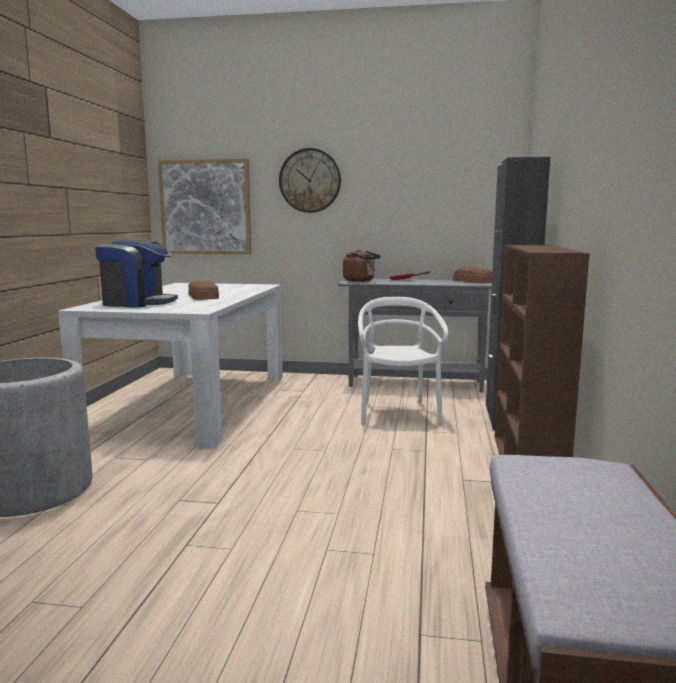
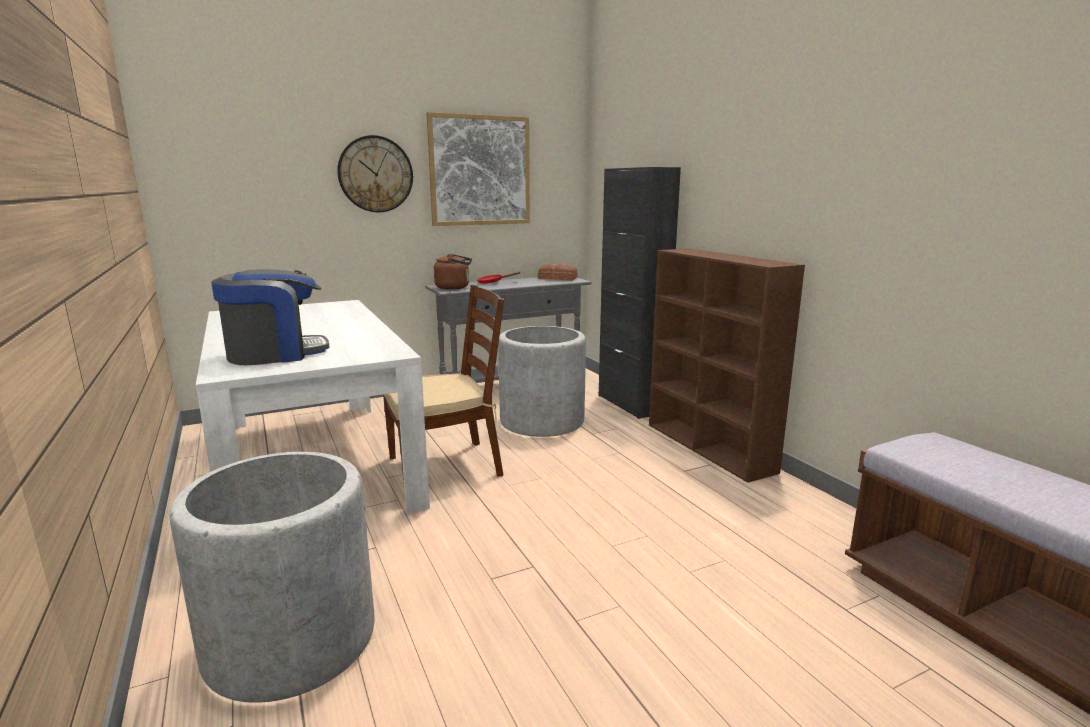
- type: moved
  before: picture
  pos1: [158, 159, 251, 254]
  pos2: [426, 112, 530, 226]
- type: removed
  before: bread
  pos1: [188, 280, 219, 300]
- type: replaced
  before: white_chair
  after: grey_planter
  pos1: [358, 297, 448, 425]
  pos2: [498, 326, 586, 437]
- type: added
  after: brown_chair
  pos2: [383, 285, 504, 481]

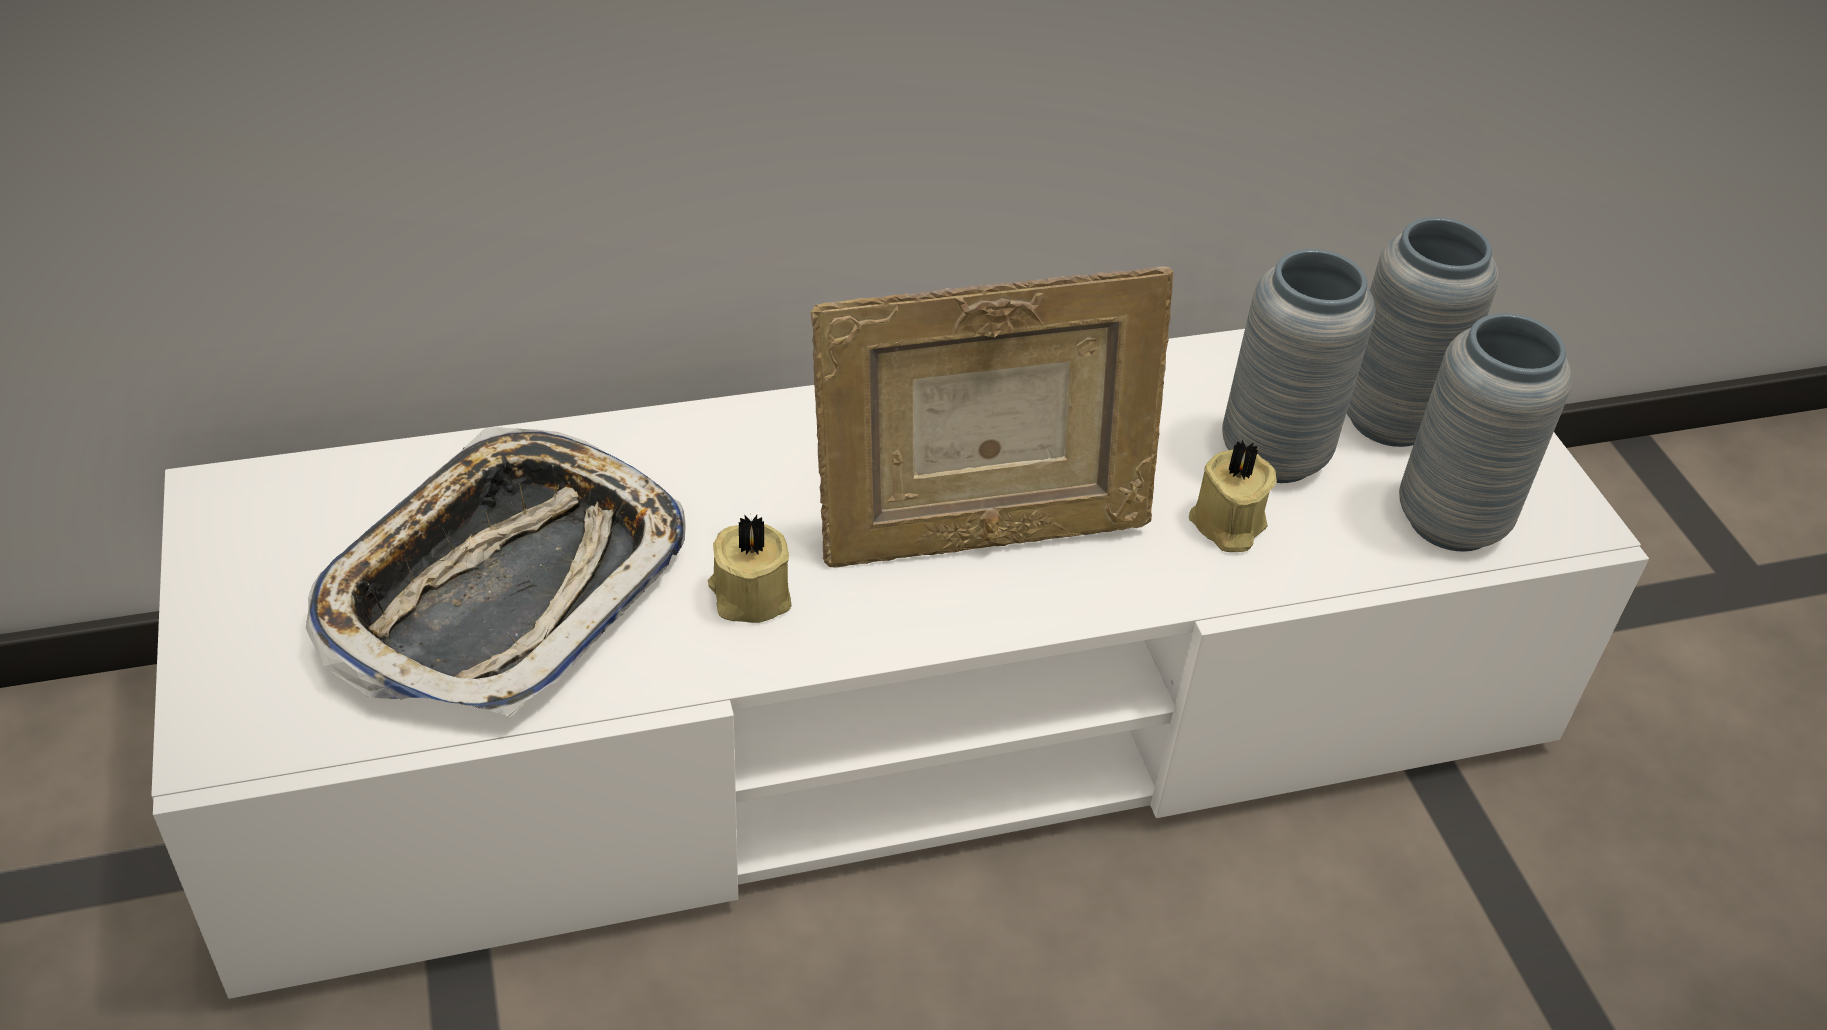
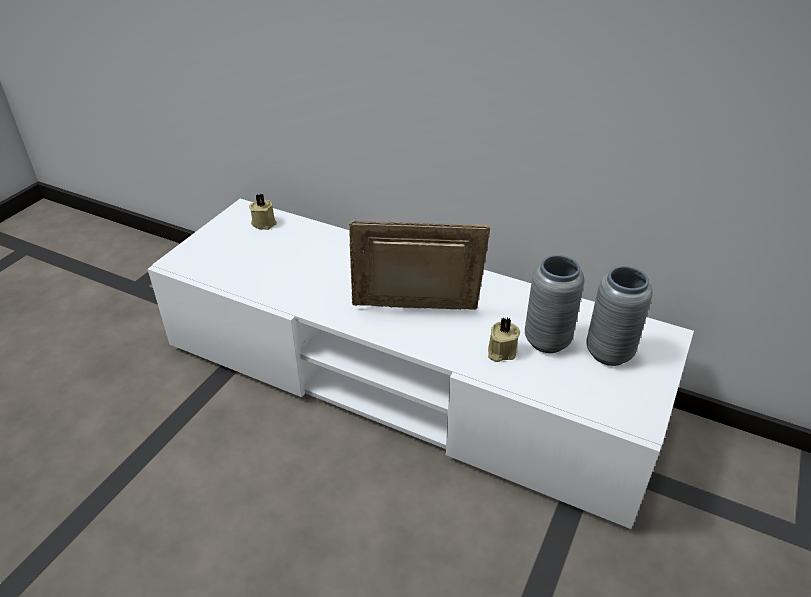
- type: removed
  before: tray
  pos1: [306, 427, 685, 717]
- type: moved
  before: beige_candle
  pos1: [708, 515, 792, 623]
  pos2: [249, 194, 277, 230]
- type: turned
  before: picture_frame
  pos1: [811, 266, 1173, 567]
  pos2: [349, 220, 490, 310]
  turn: 150
- type: removed
  before: grey_vase
  pos1: [1399, 313, 1572, 552]

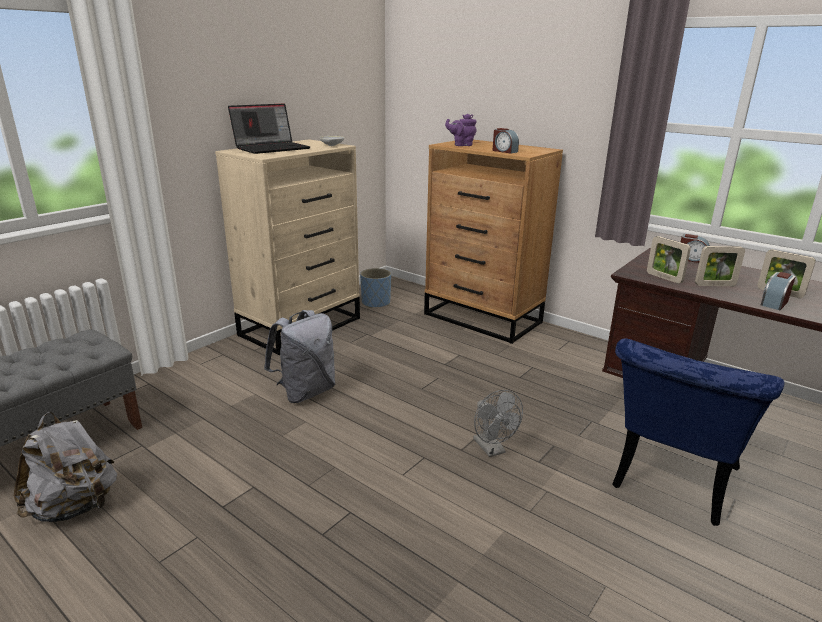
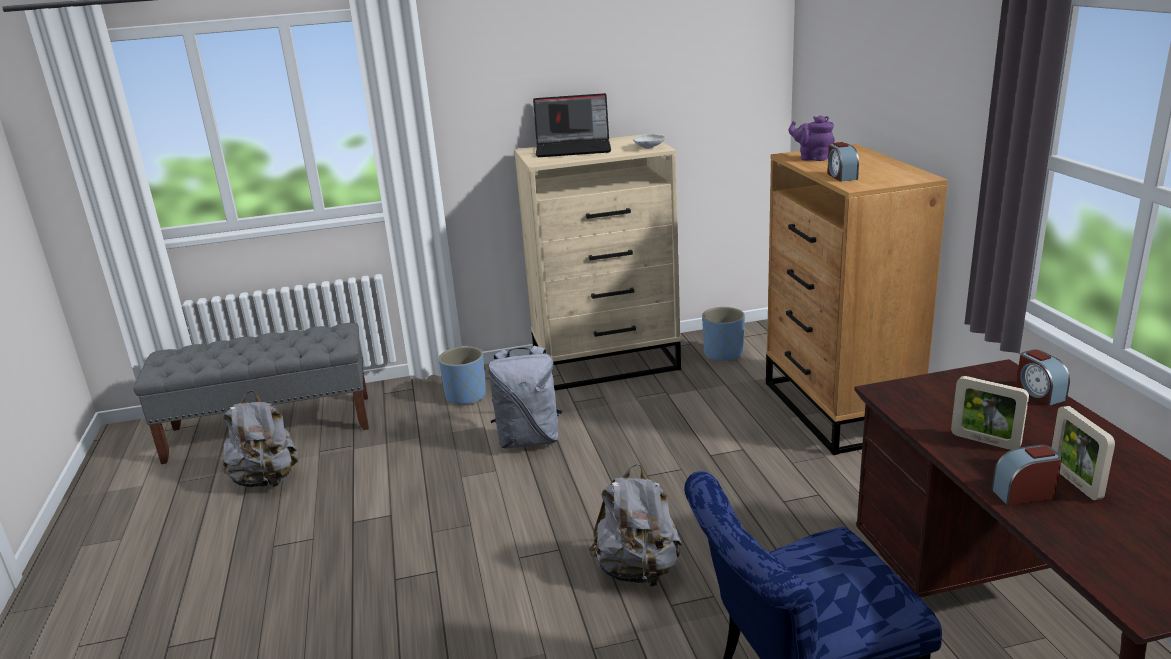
- type: replaced
  before: grey_fan
  after: grey_backpack
  pos1: [473, 390, 523, 457]
  pos2: [589, 464, 682, 587]
- type: removed
  before: picture_frame
  pos1: [647, 236, 691, 283]
- type: added
  after: blue_planter
  pos2: [438, 346, 486, 405]

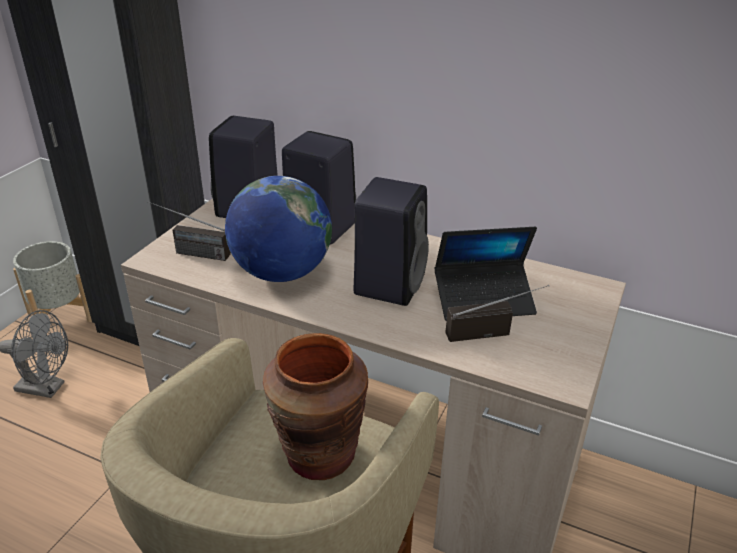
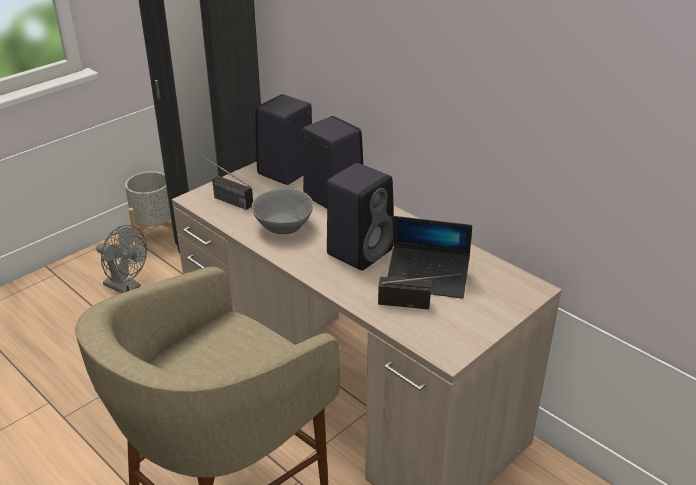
- type: replaced
  before: globe
  after: grey_bowl
  pos1: [225, 176, 332, 282]
  pos2: [251, 188, 314, 234]
- type: removed
  before: brown_vase
  pos1: [263, 333, 368, 480]

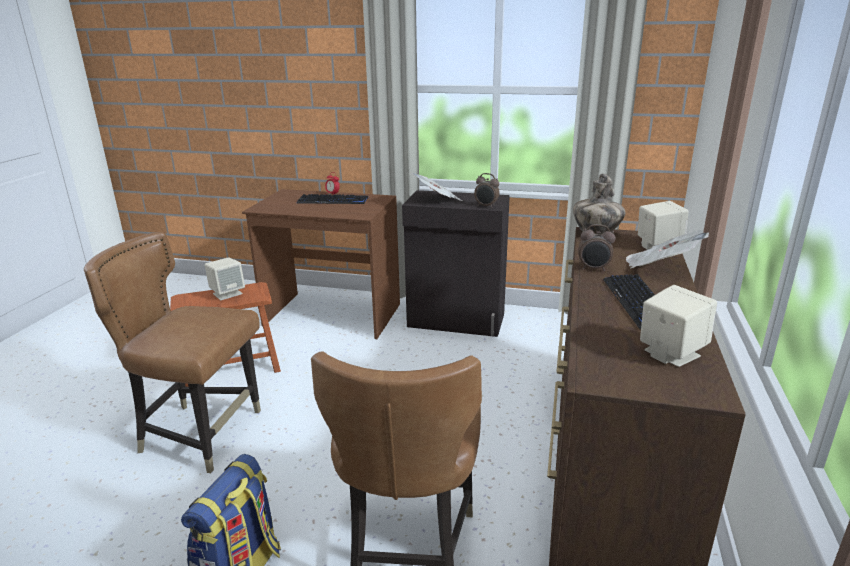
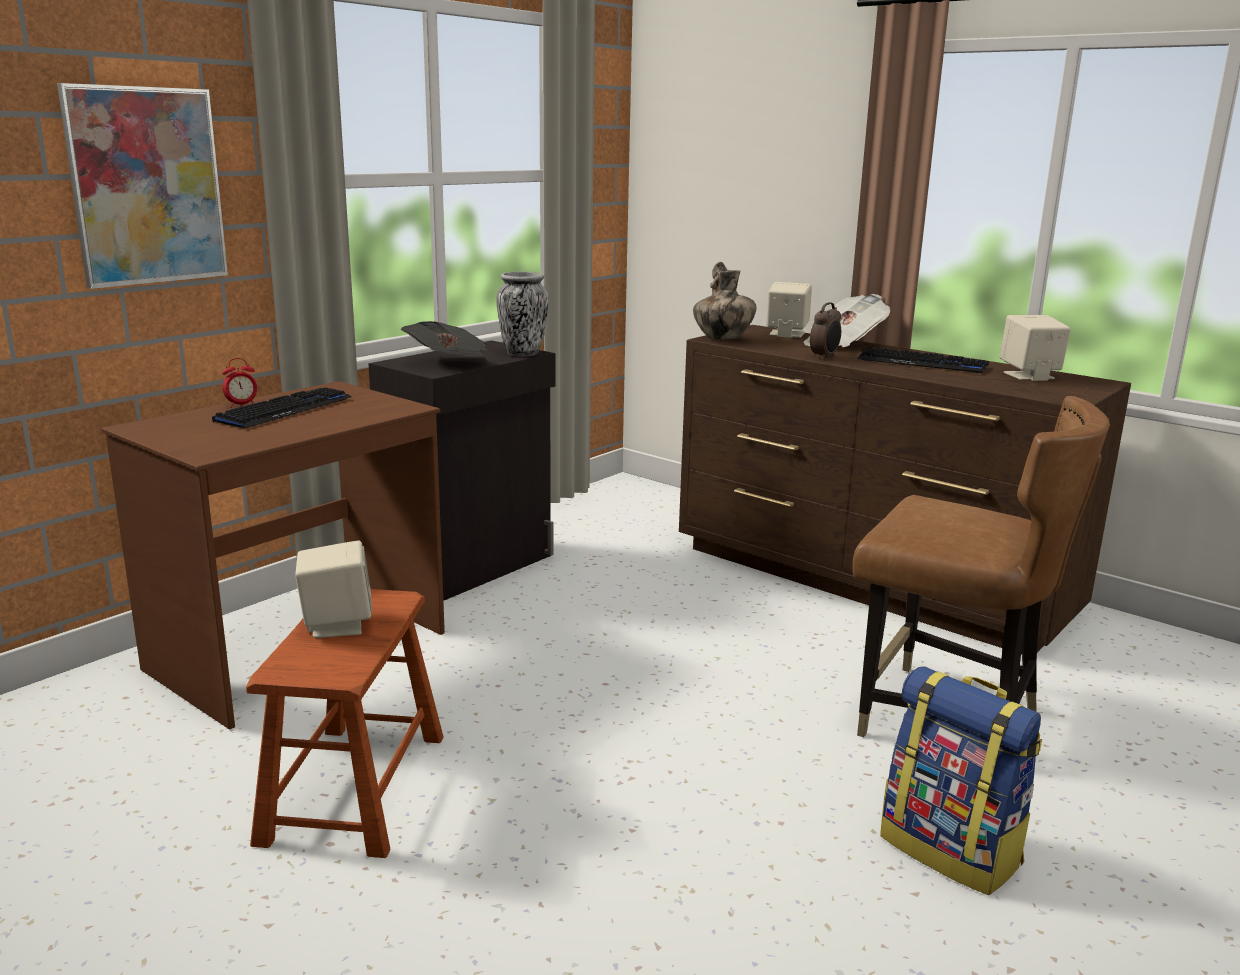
- type: removed
  before: brown_chair
  pos1: [84, 232, 261, 473]
- type: replaced
  before: alarm_clock
  after: vase
  pos1: [474, 173, 500, 208]
  pos2: [496, 272, 549, 357]
- type: added
  after: picture
  pos2: [57, 83, 228, 289]

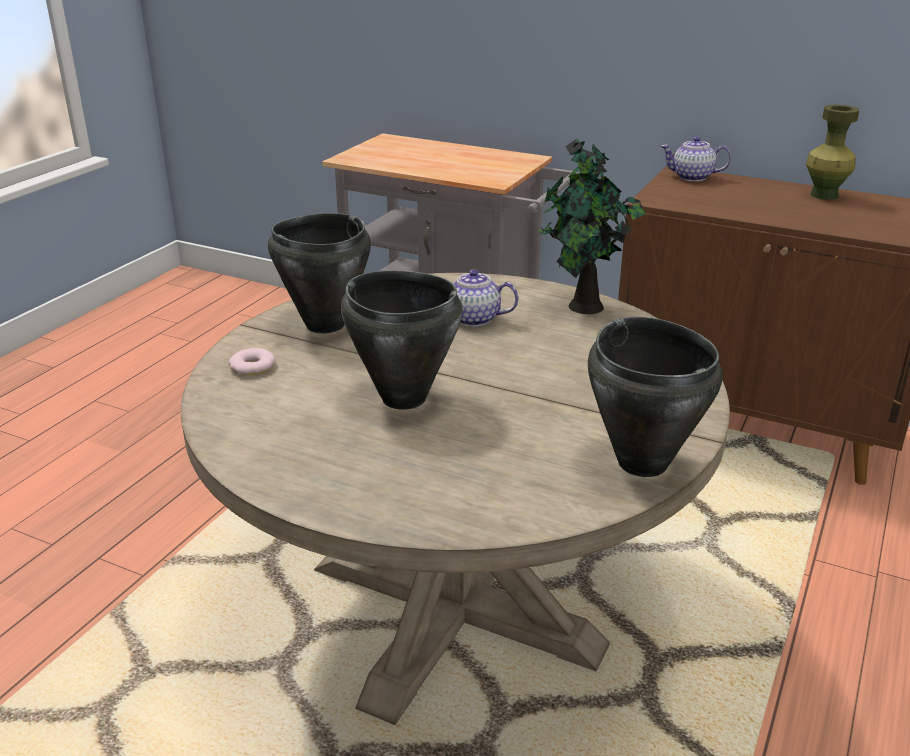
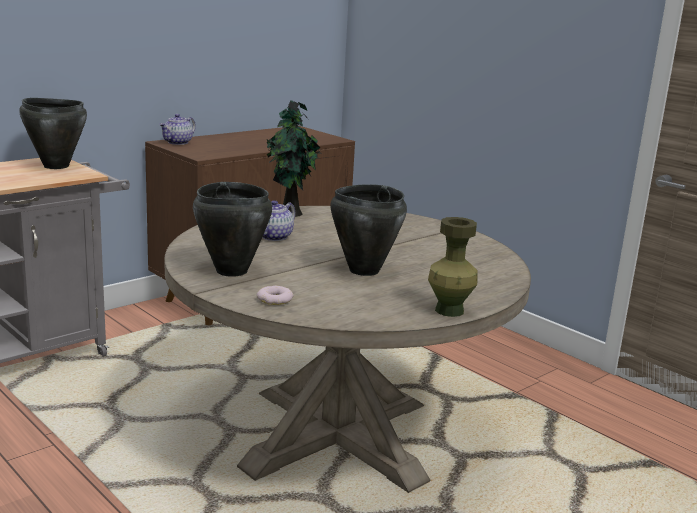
- type: moved
  before: black_cooking_pot
  pos1: [588, 317, 722, 477]
  pos2: [19, 98, 87, 169]
- type: moved
  before: green_vase
  pos1: [806, 104, 859, 200]
  pos2: [428, 217, 478, 317]

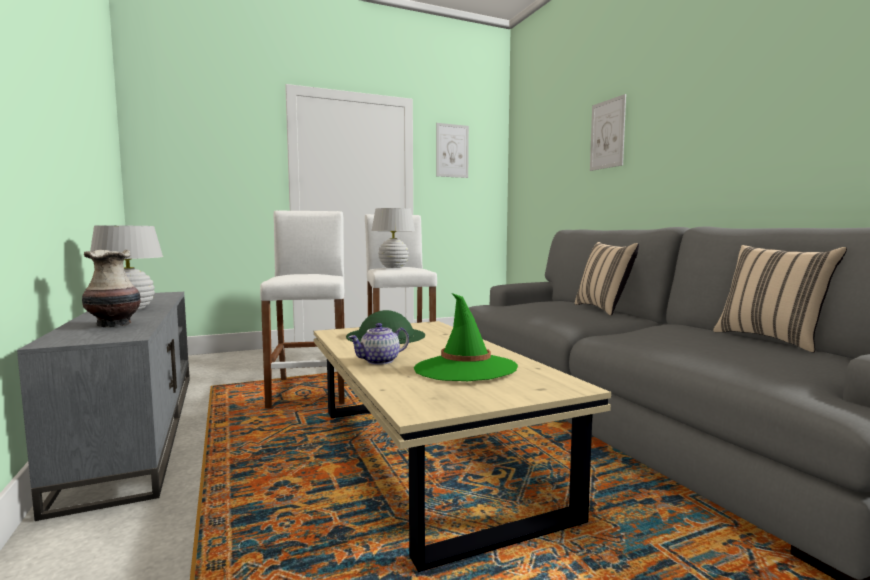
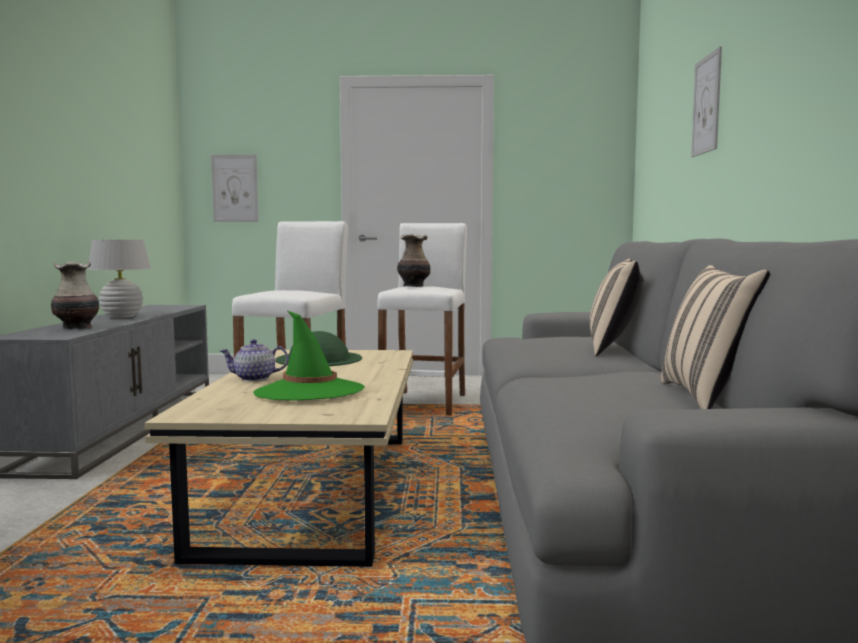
- type: replaced
  before: white_table_lamp
  after: vase
  pos1: [371, 208, 415, 268]
  pos2: [397, 235, 431, 287]
- type: moved
  before: picture
  pos1: [436, 123, 469, 178]
  pos2: [211, 155, 259, 222]

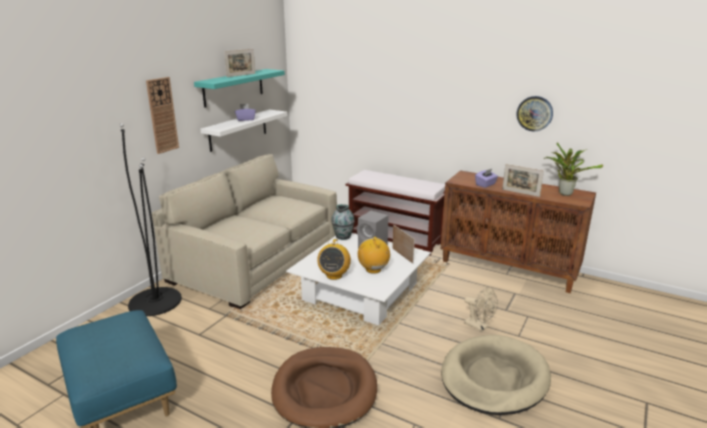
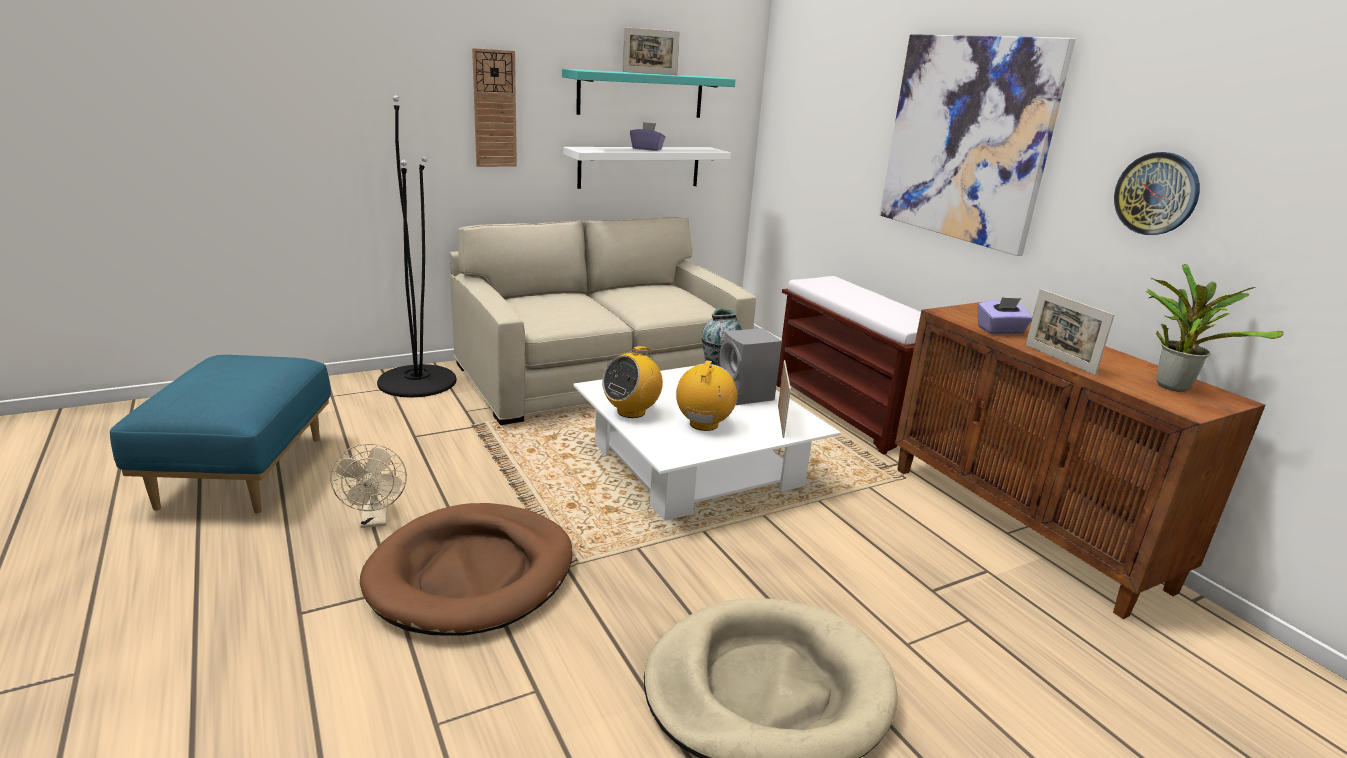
- type: moved
  before: beige_fan
  pos1: [464, 287, 498, 332]
  pos2: [330, 443, 407, 528]
- type: added
  after: picture
  pos2: [880, 34, 1076, 256]

